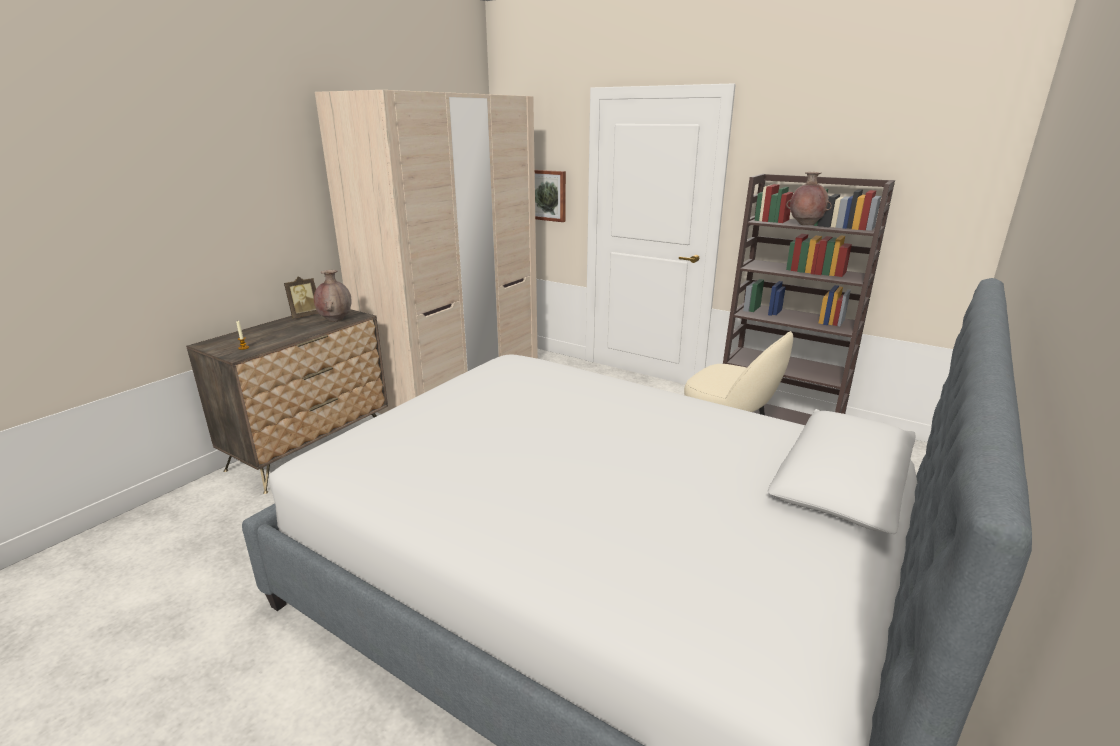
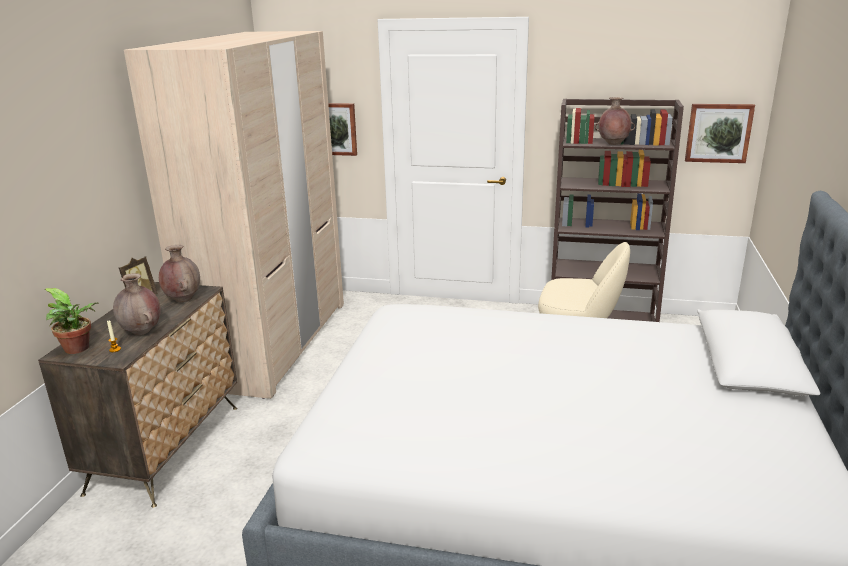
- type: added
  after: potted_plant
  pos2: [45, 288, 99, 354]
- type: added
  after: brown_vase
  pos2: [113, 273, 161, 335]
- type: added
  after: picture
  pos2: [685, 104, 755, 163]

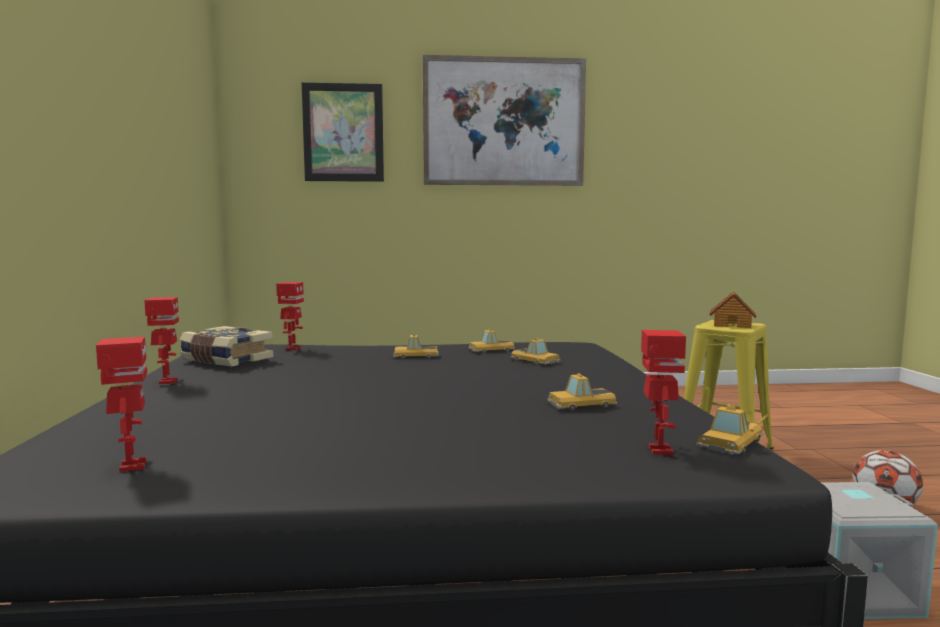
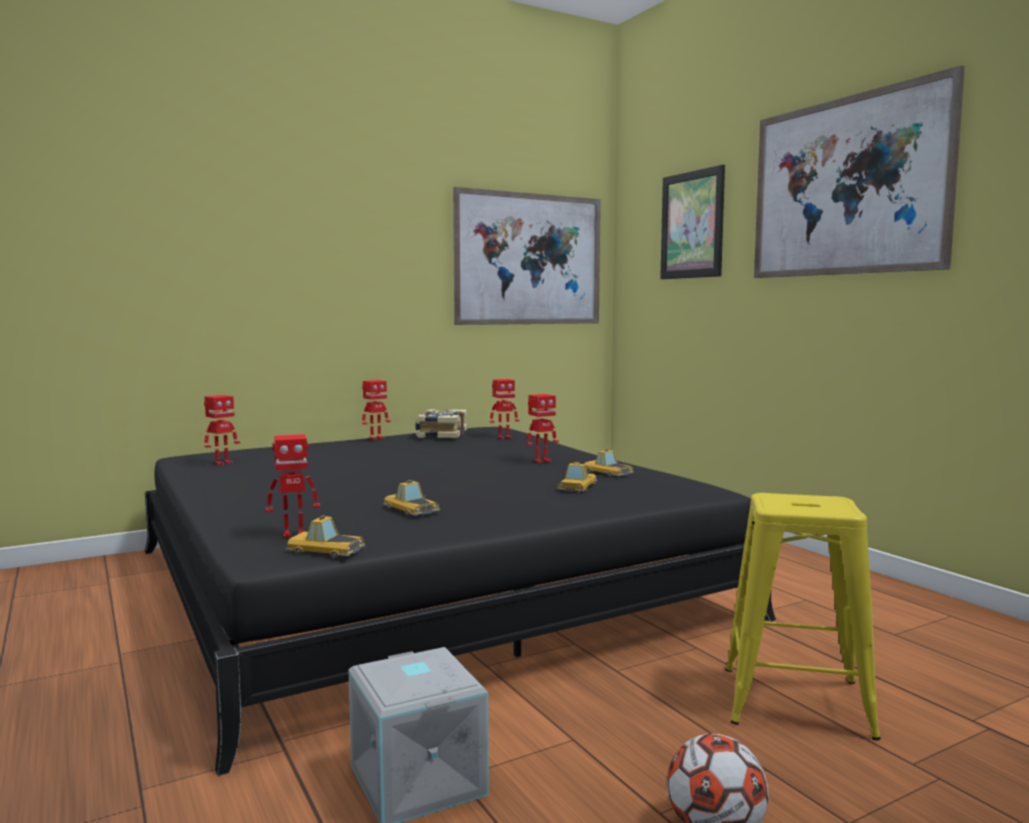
- type: replaced
  before: toy_car
  after: toy_robot
  pos1: [392, 334, 439, 359]
  pos2: [527, 394, 559, 463]
- type: removed
  before: toy_house
  pos1: [709, 291, 757, 328]
- type: added
  after: picture
  pos2: [453, 187, 601, 325]

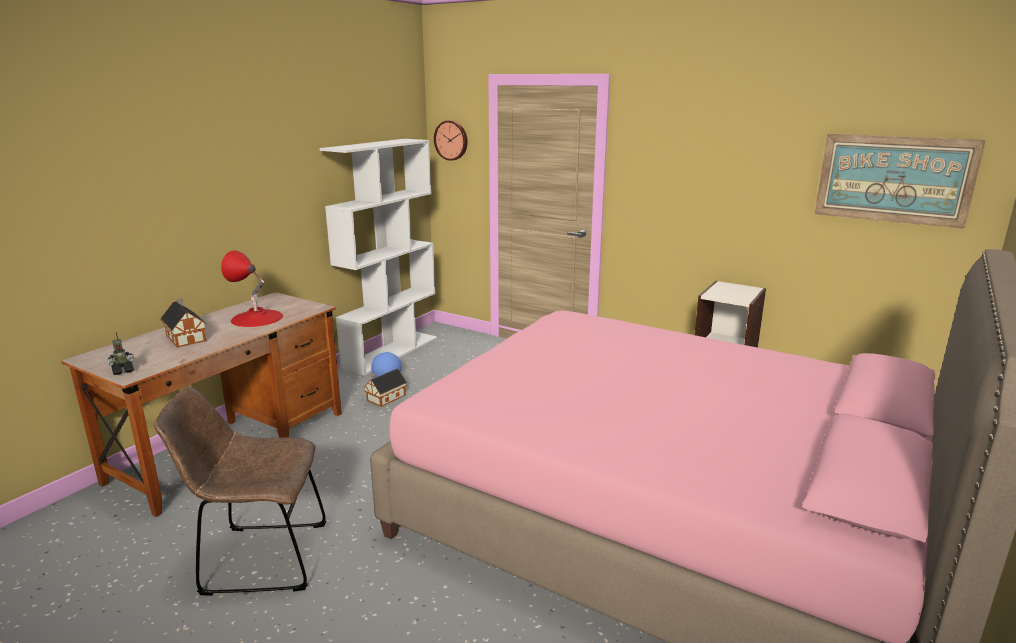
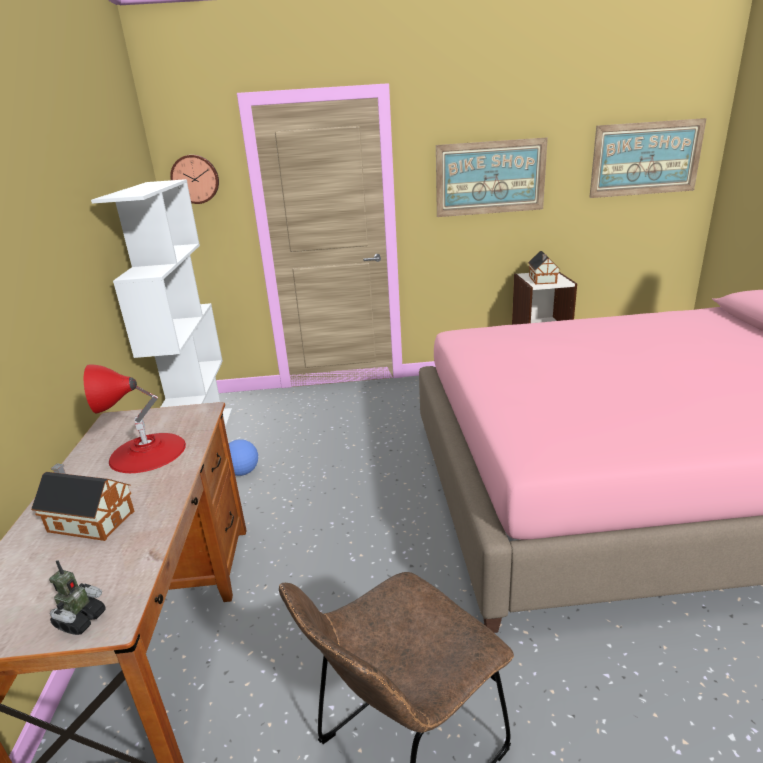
- type: moved
  before: toy_house
  pos1: [364, 369, 407, 407]
  pos2: [528, 251, 559, 284]
- type: added
  after: picture
  pos2: [436, 138, 548, 217]

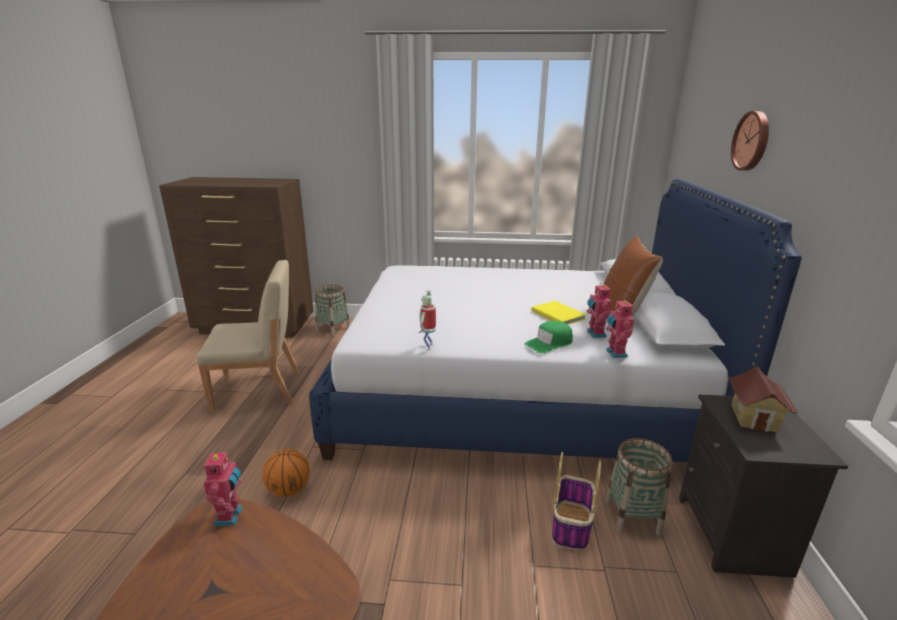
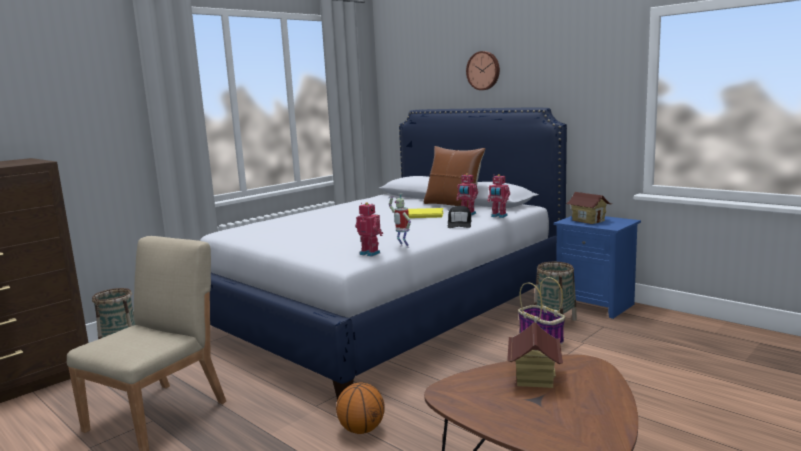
- type: moved
  before: toy_robot
  pos1: [204, 450, 242, 526]
  pos2: [355, 202, 383, 257]
- type: recoloured
  before: green_cap
  after: black_cap
  pos1: [525, 321, 573, 354]
  pos2: [448, 206, 472, 228]
- type: recoloured
  before: black_nightstand
  after: blue_nightstand
  pos1: [679, 395, 848, 578]
  pos2: [553, 216, 641, 319]
- type: added
  after: toy_house
  pos2: [507, 322, 563, 388]

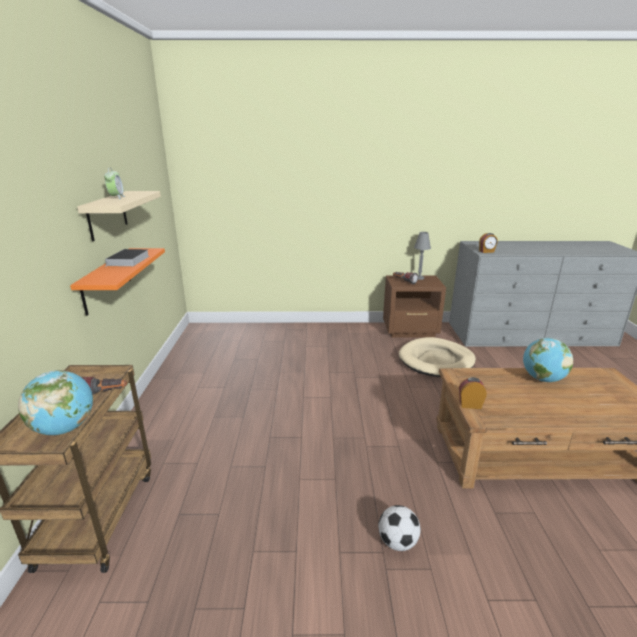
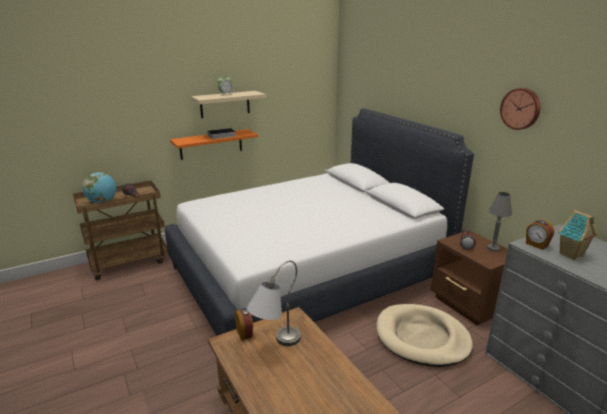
- type: removed
  before: football
  pos1: [379, 505, 420, 551]
- type: removed
  before: globe
  pos1: [523, 338, 573, 382]
- type: added
  after: white_bed
  pos2: [165, 108, 474, 336]
- type: added
  after: grey_table_lamp
  pos2: [247, 261, 301, 346]
- type: added
  after: wall_clock
  pos2: [500, 88, 540, 130]
- type: added
  after: toy_house
  pos2: [558, 210, 596, 260]

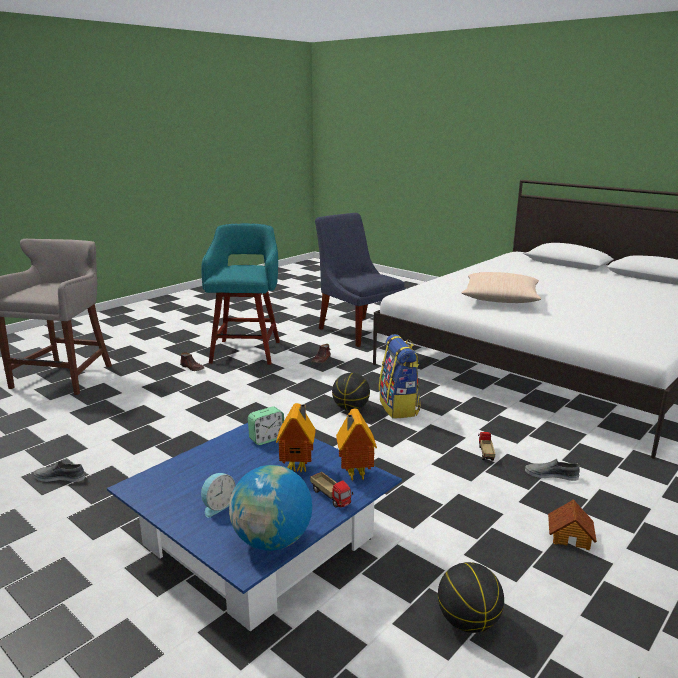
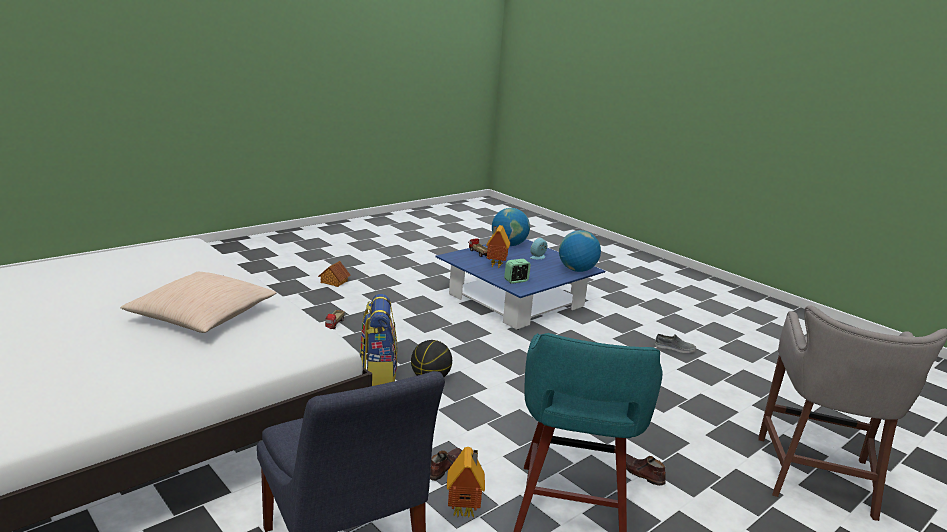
- type: moved
  before: toy_house
  pos1: [336, 408, 377, 482]
  pos2: [447, 447, 485, 518]
- type: removed
  before: basketball
  pos1: [438, 562, 504, 633]
- type: removed
  before: grey_shoe
  pos1: [525, 459, 580, 481]
- type: added
  after: globe
  pos2: [559, 230, 601, 272]

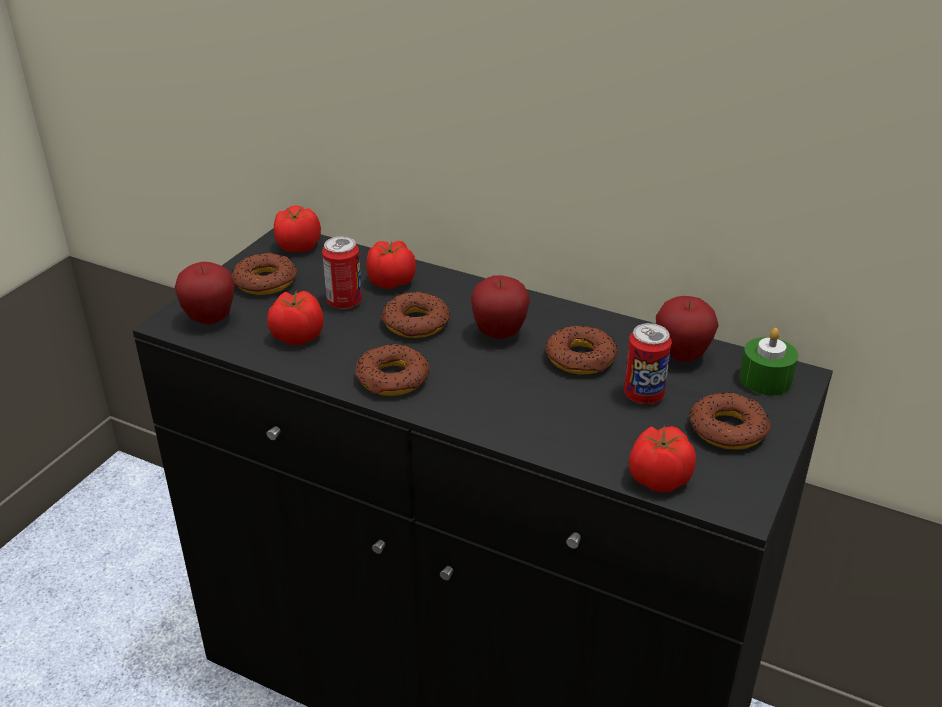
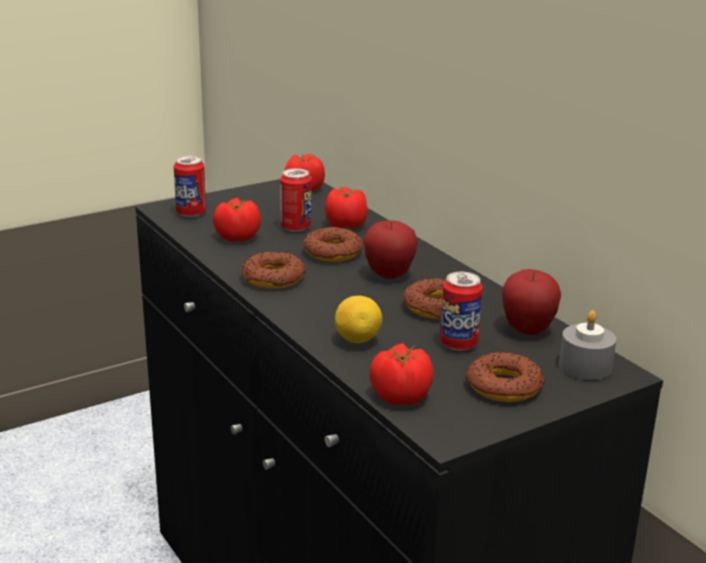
- type: replaced
  before: apple
  after: can
  pos1: [174, 262, 235, 324]
  pos2: [174, 156, 206, 217]
- type: removed
  before: donut
  pos1: [231, 252, 297, 295]
- type: recoloured
  before: green_candle
  after: grey_candle
  pos1: [739, 328, 798, 395]
  pos2: [559, 310, 616, 380]
- type: added
  after: lemon
  pos2: [335, 296, 382, 343]

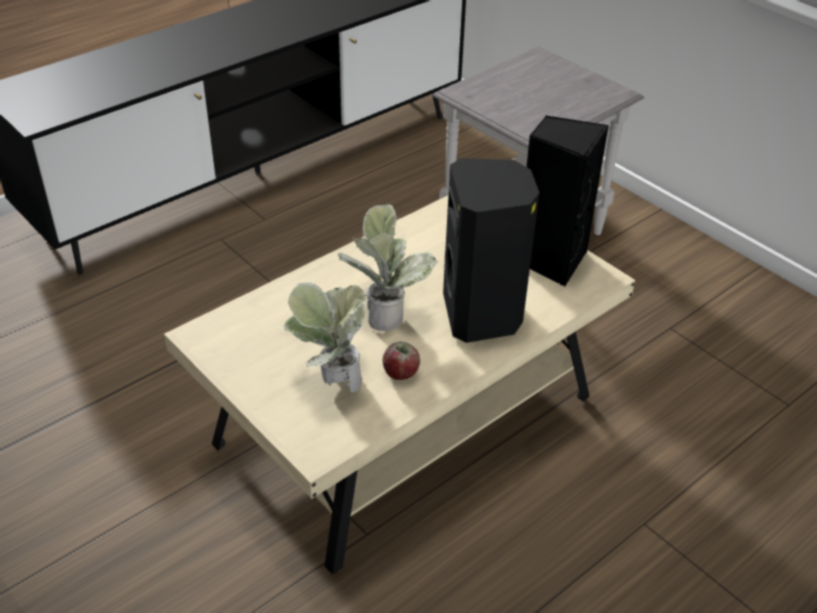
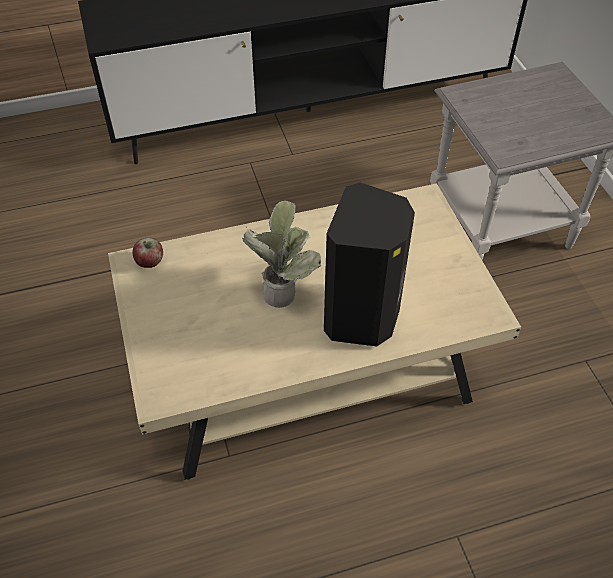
- type: removed
  before: potted_plant
  pos1: [284, 283, 366, 393]
- type: moved
  before: apple
  pos1: [382, 342, 420, 380]
  pos2: [132, 238, 163, 268]
- type: removed
  before: black_speaker
  pos1: [526, 115, 609, 287]

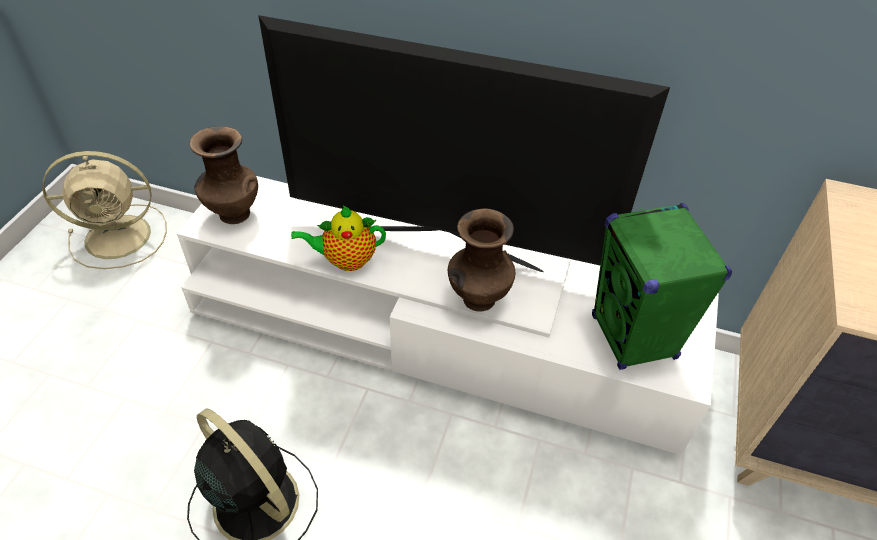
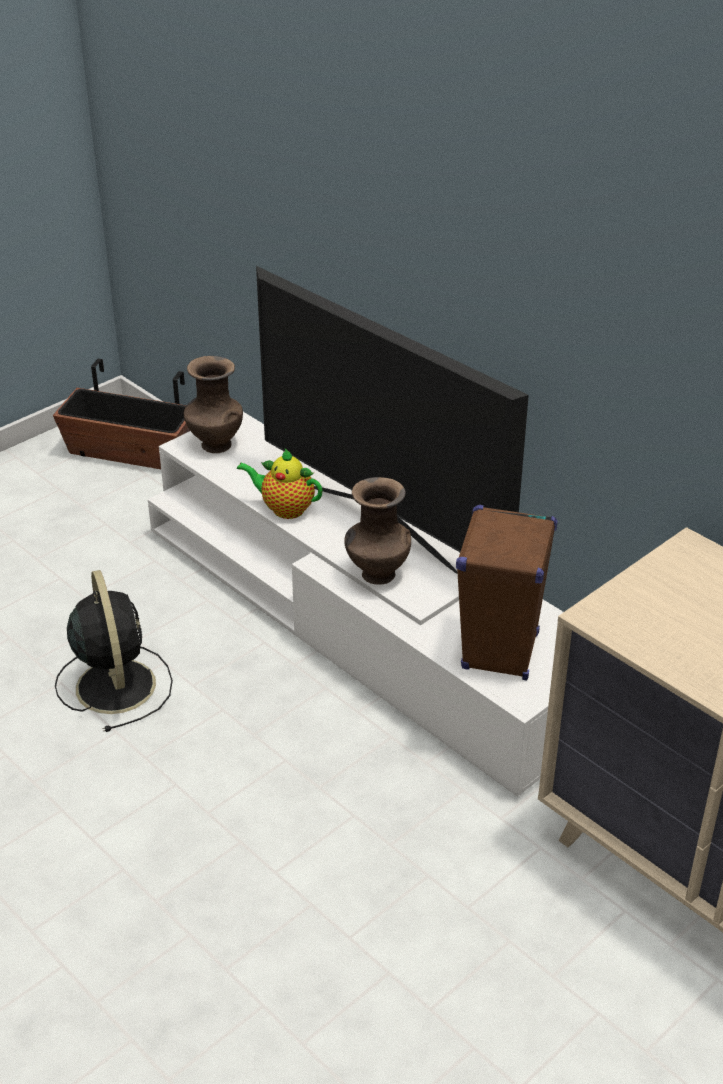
- type: replaced
  before: beige_fan
  after: planter
  pos1: [42, 151, 167, 269]
  pos2: [53, 359, 190, 469]
- type: recoloured
  before: green_speaker
  after: brown_speaker
  pos1: [592, 203, 732, 370]
  pos2: [456, 505, 558, 681]

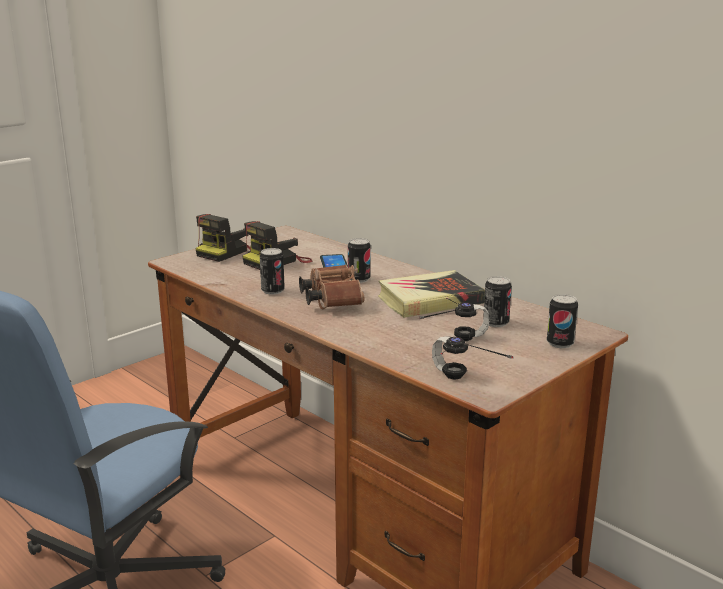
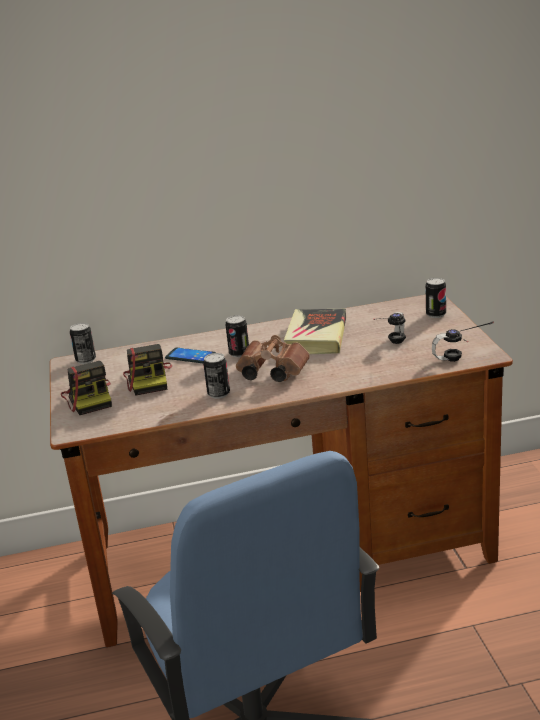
- type: moved
  before: can
  pos1: [483, 276, 512, 327]
  pos2: [70, 323, 96, 364]

